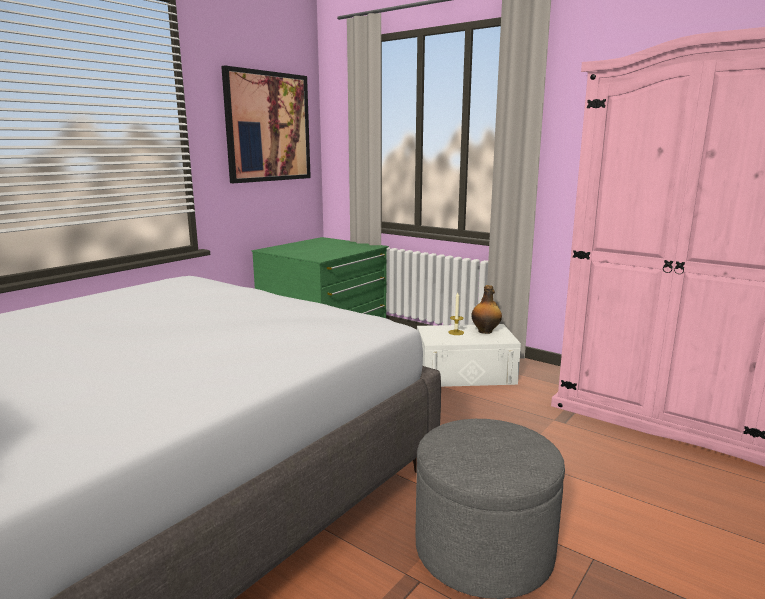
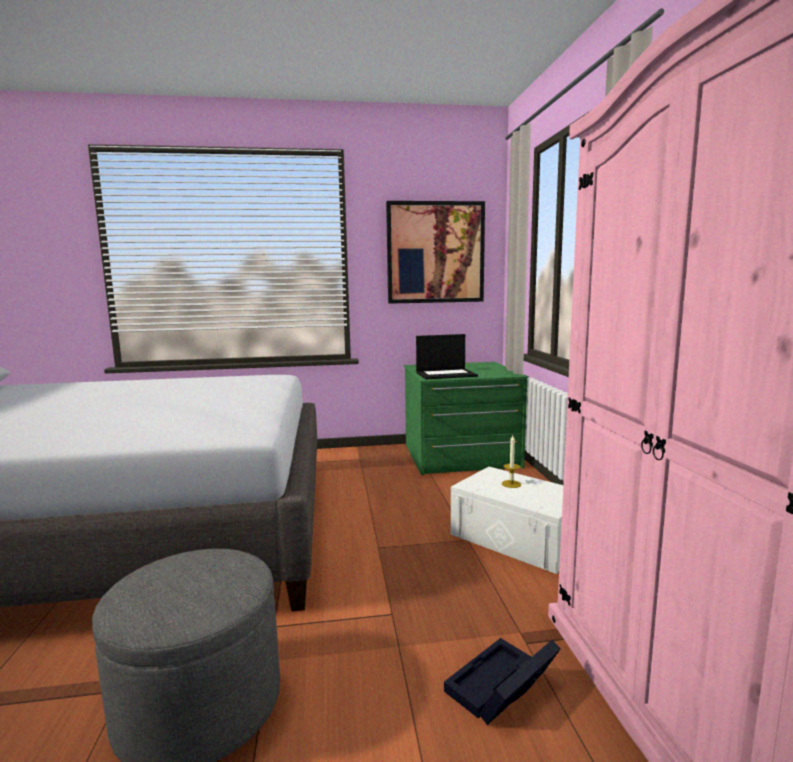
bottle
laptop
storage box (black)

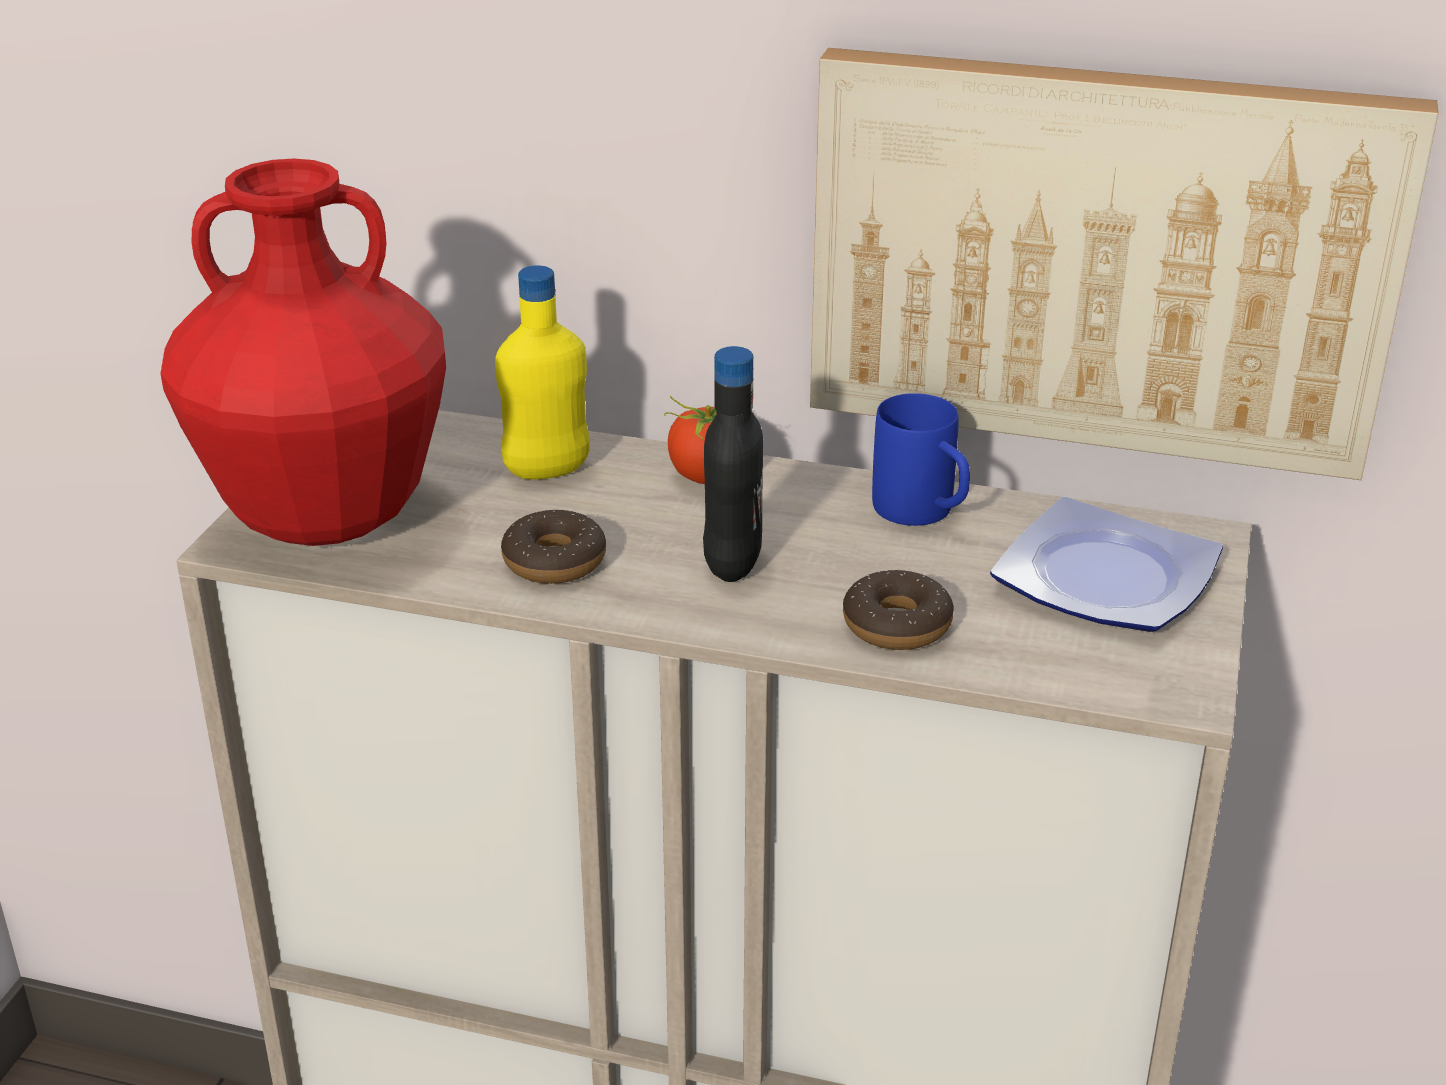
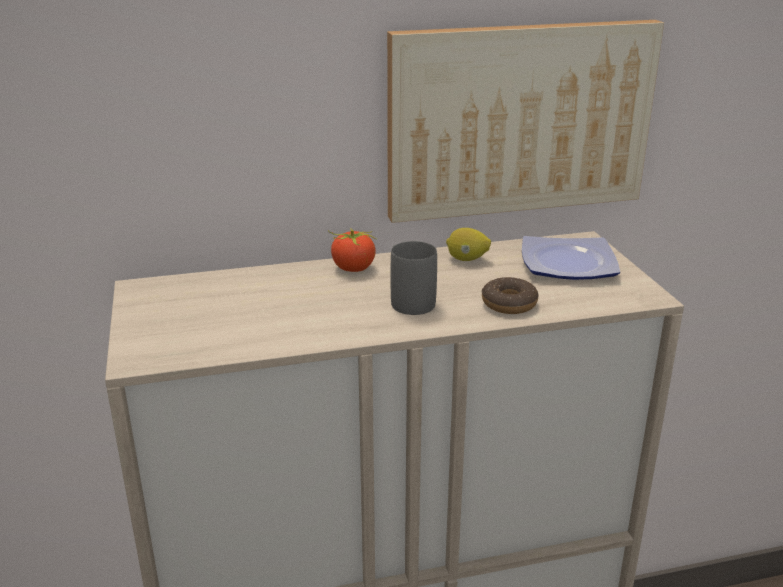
vase (red)
bottle (yellow)
donut (no. 1 from left in the first image)
mug (grey)
lemon

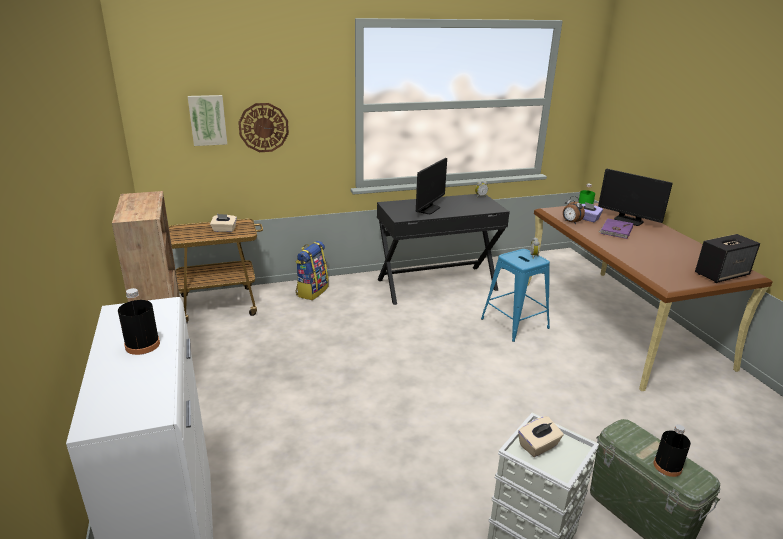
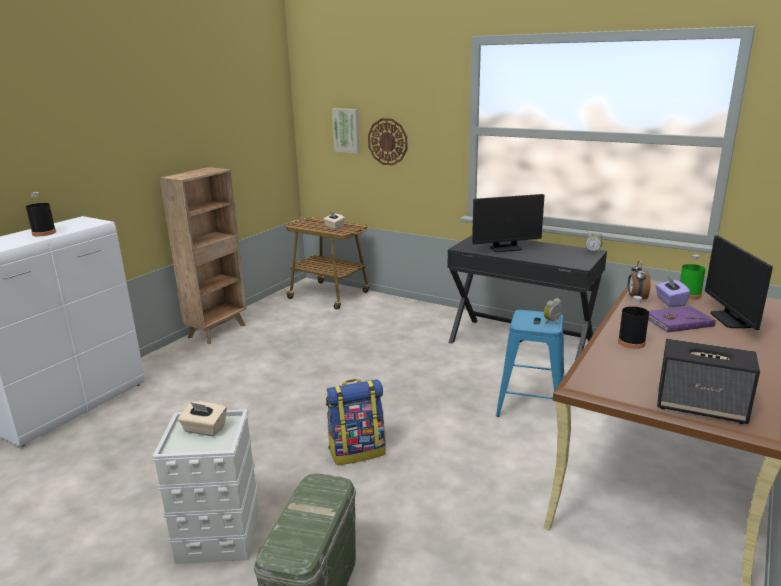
backpack
bottle (black) (no. 2 from left)

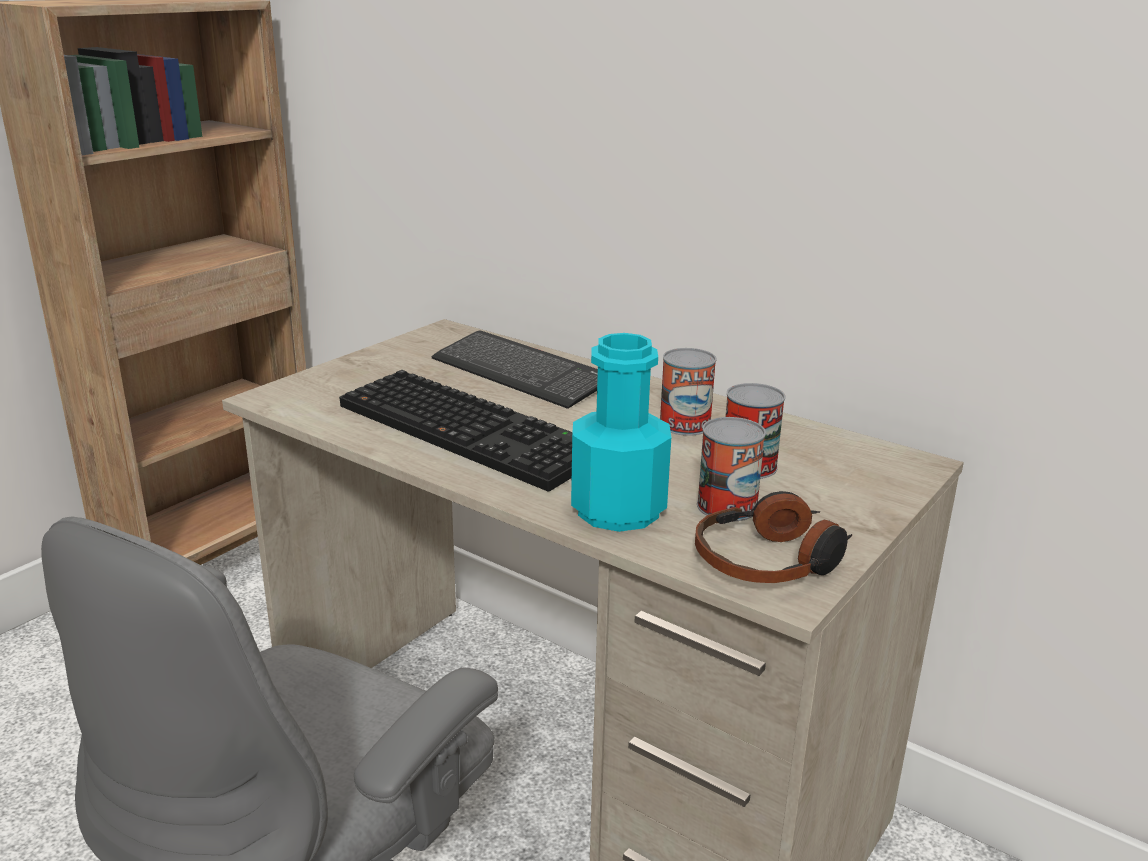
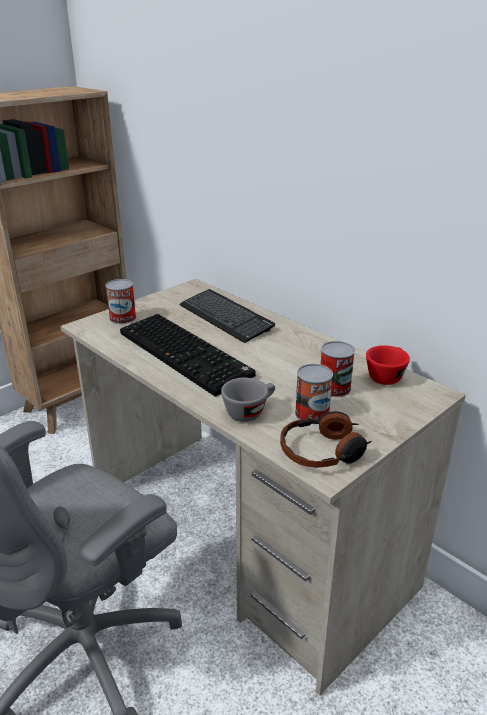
cup (grey)
can (no. 1 from left)
cup (red)

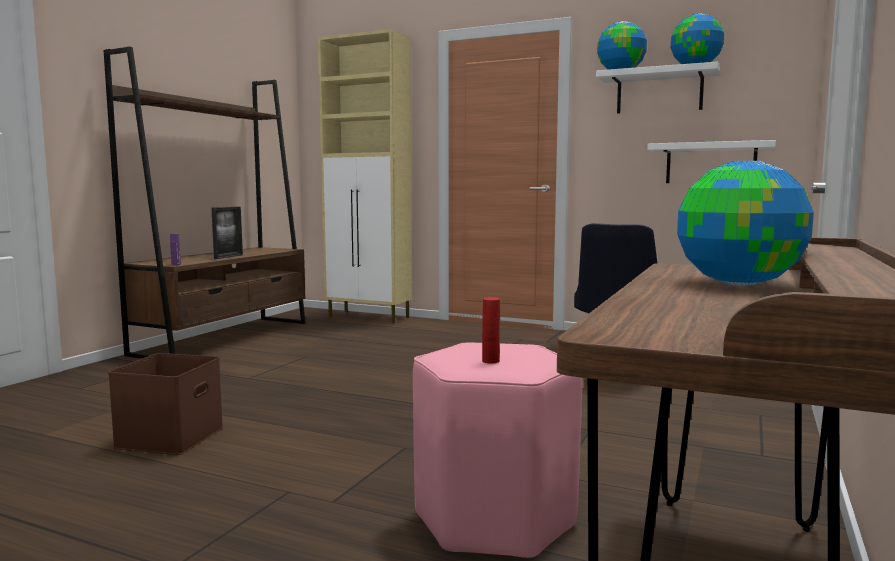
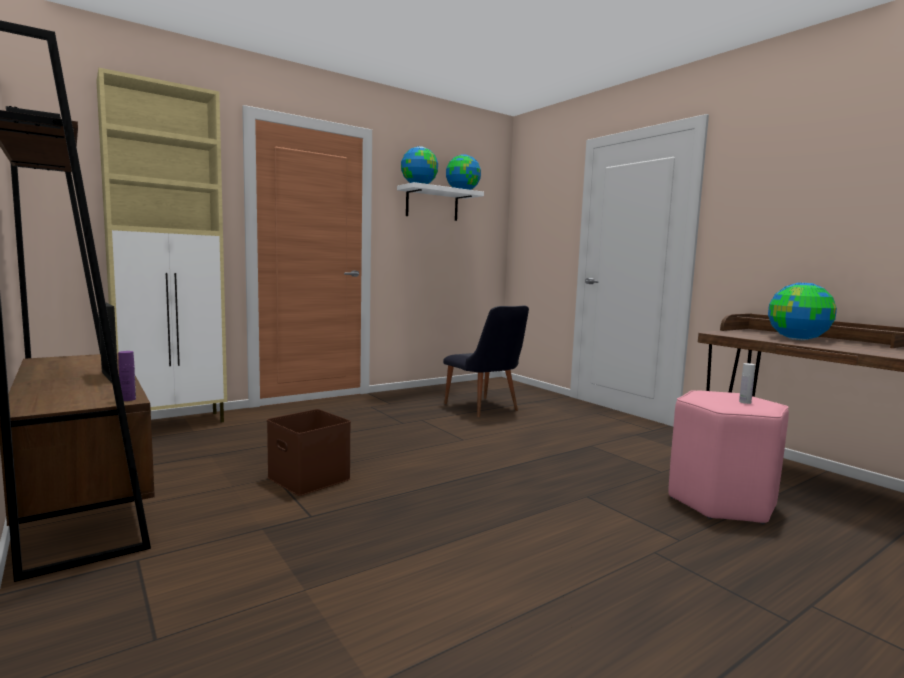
storage box (brown)
bottle (white)
shelf (white) (no. 2 from left in the first image)

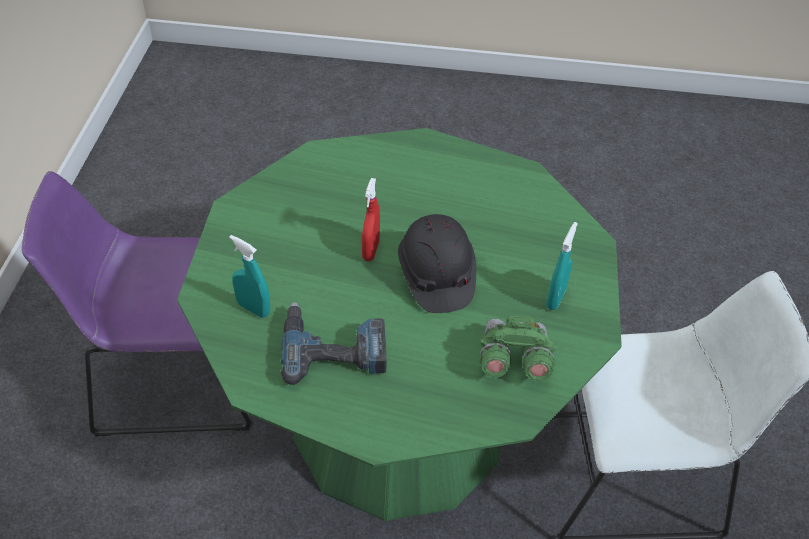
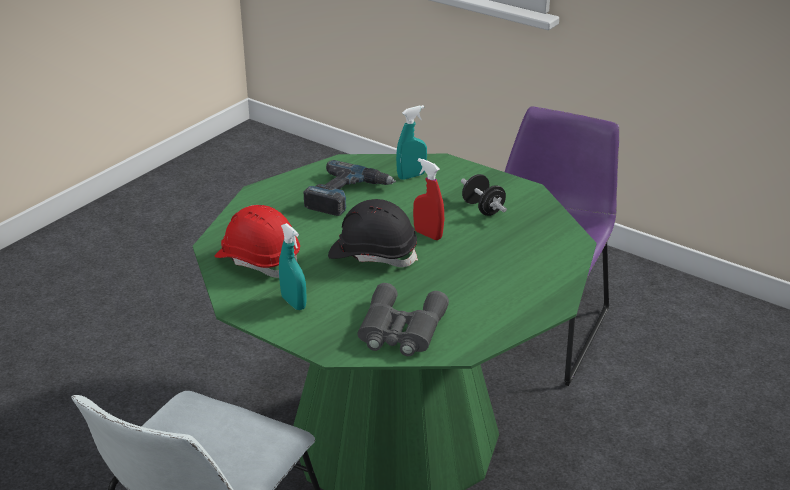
hard hat (red)
binoculars (grey)
dumbbell (black)

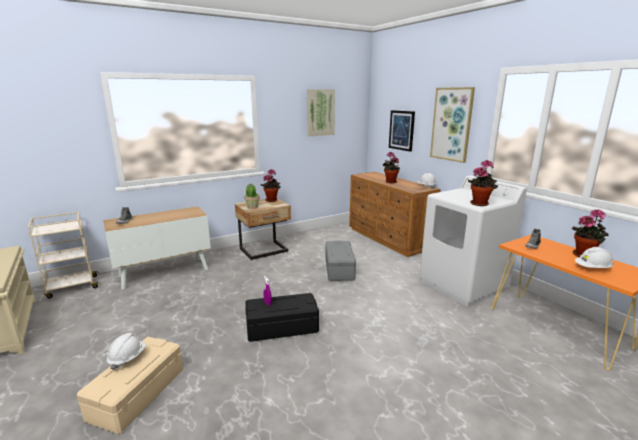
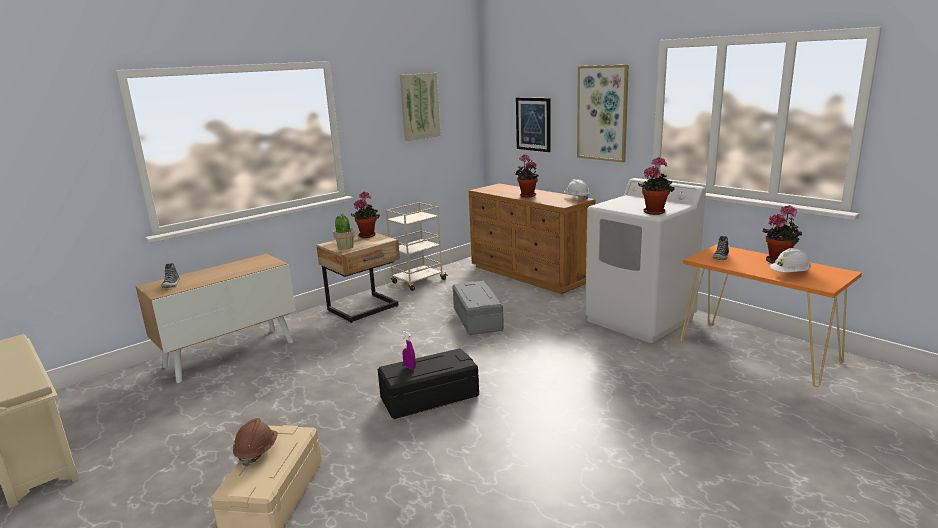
cart (beige)
hard hat (brown)

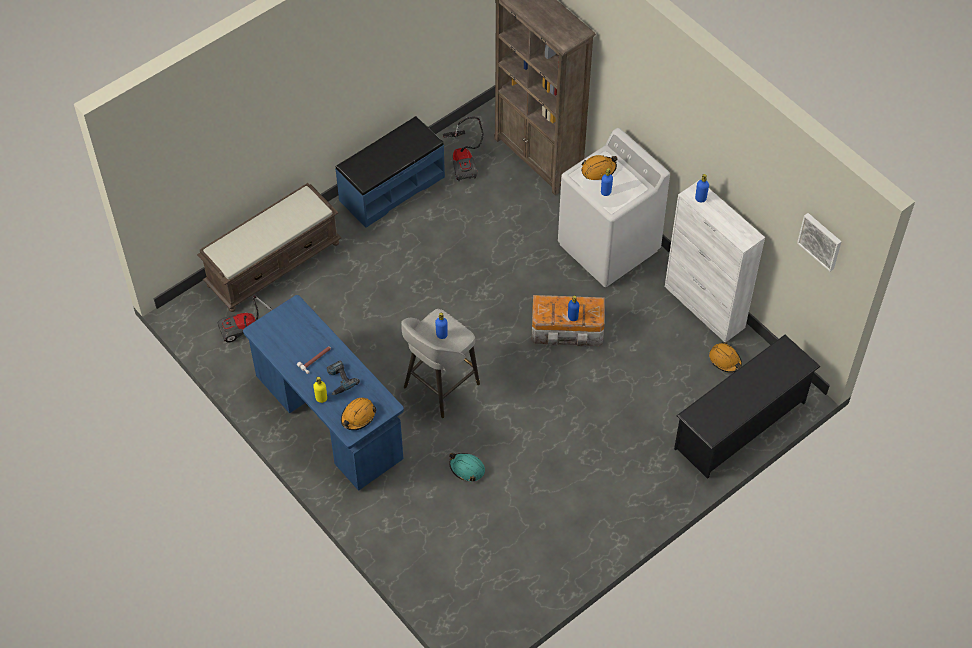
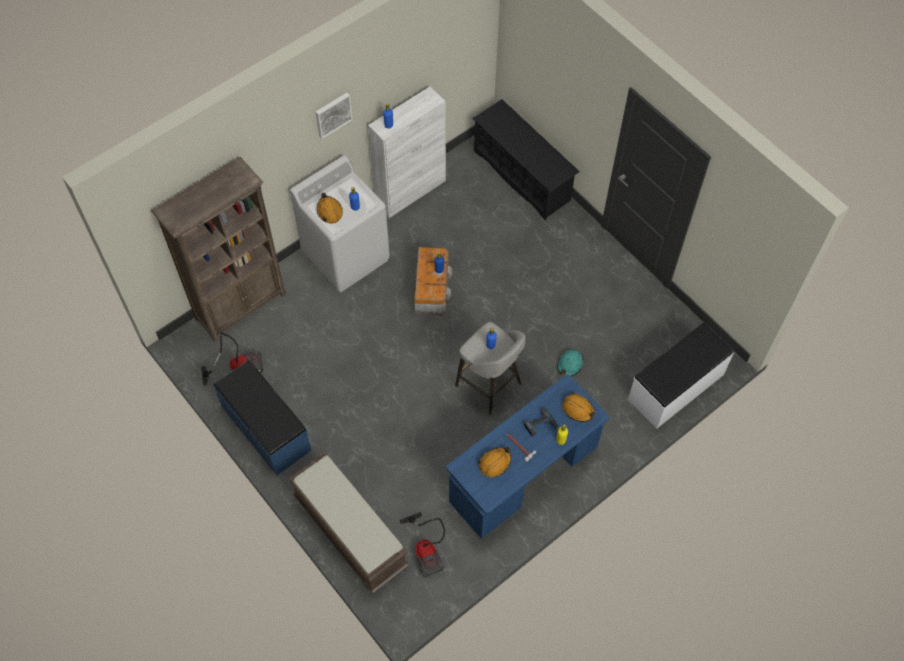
hard hat (orange) (no. 2 from left)
picture
bench (white)

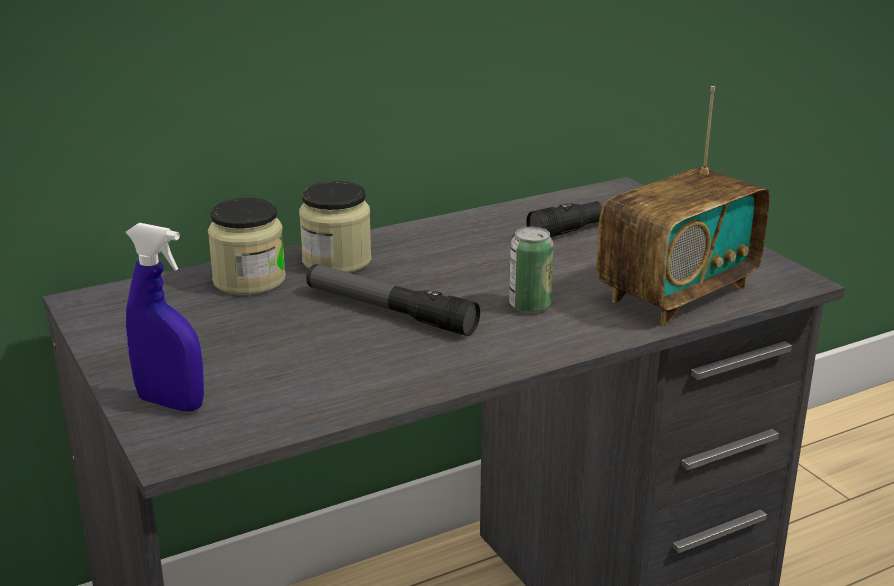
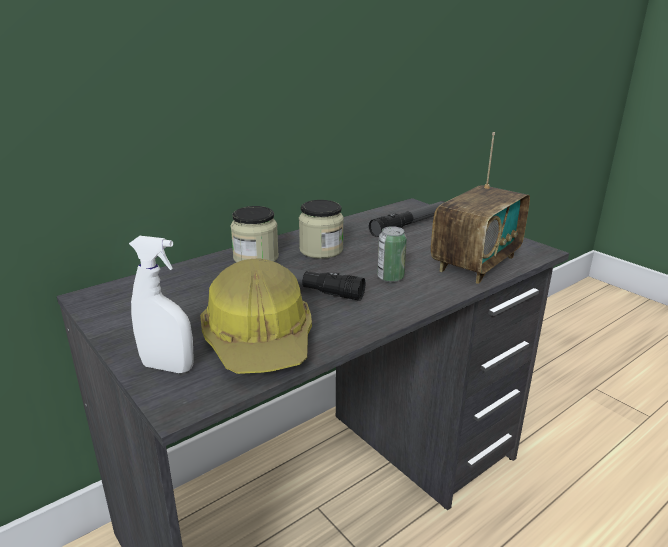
spray bottle (white)
jar (no. 2 from left)
hard hat

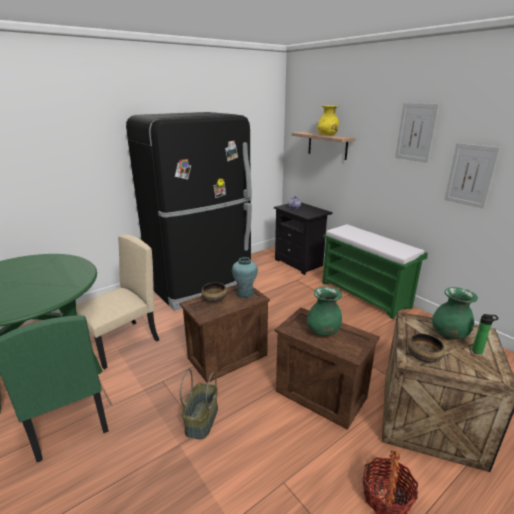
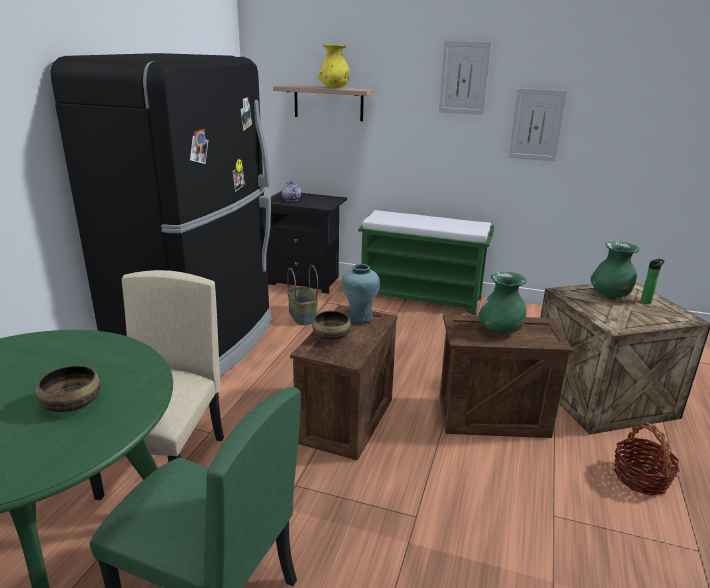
basket (no. 1 from left)
bowl (no. 1 from left)

